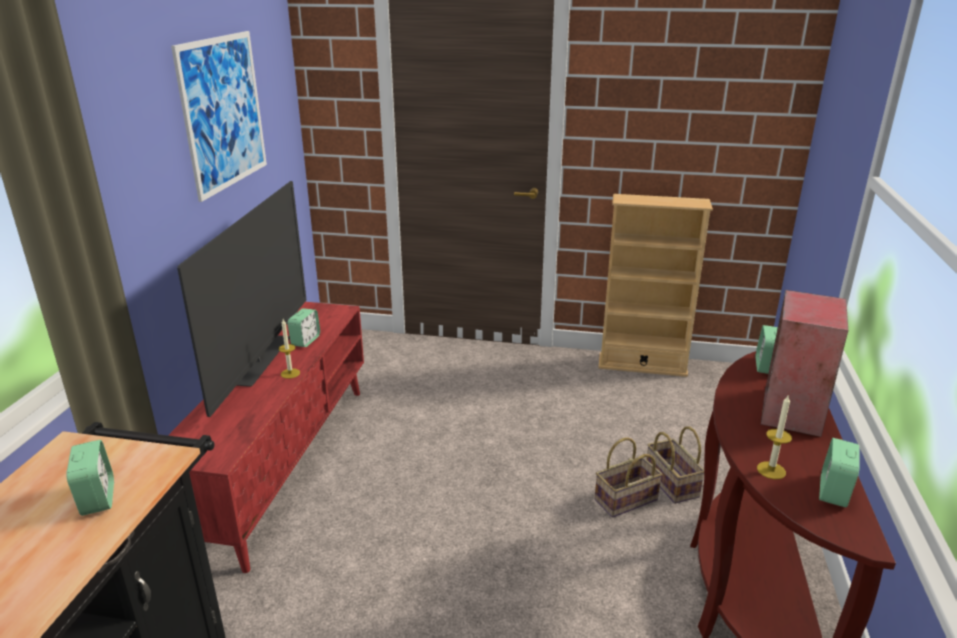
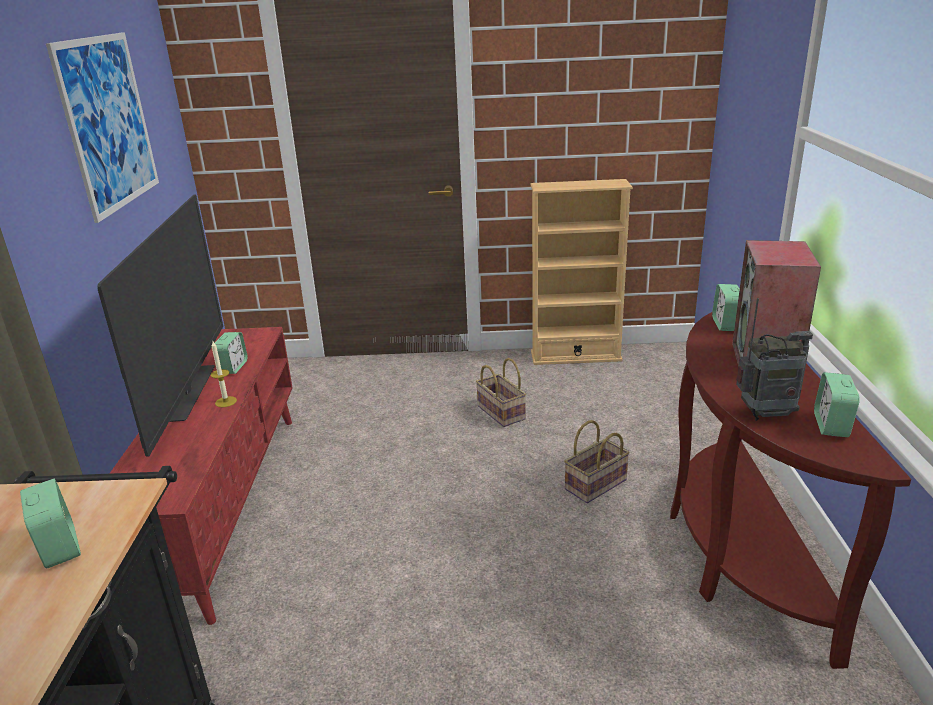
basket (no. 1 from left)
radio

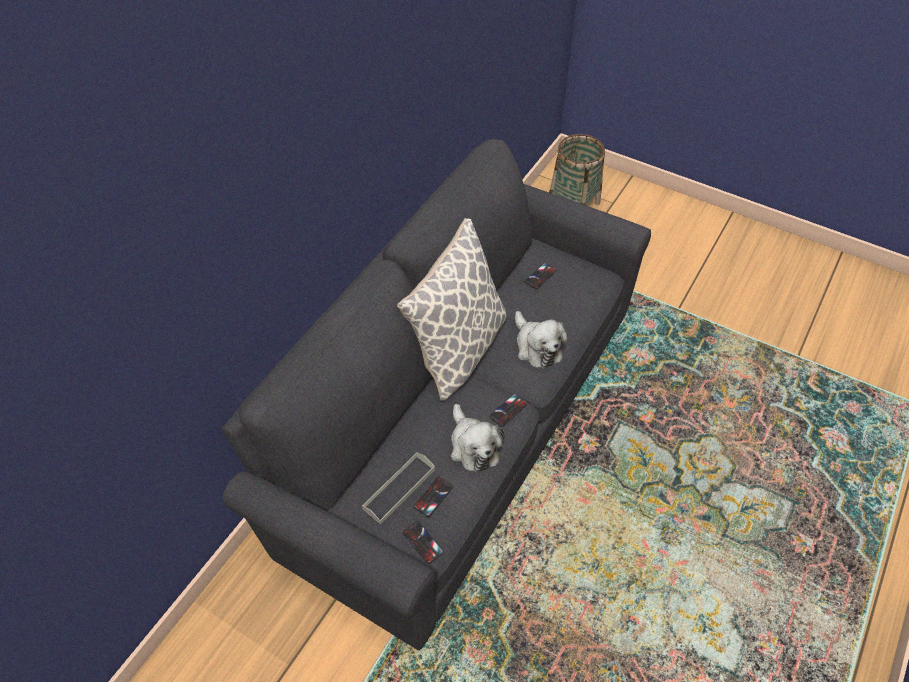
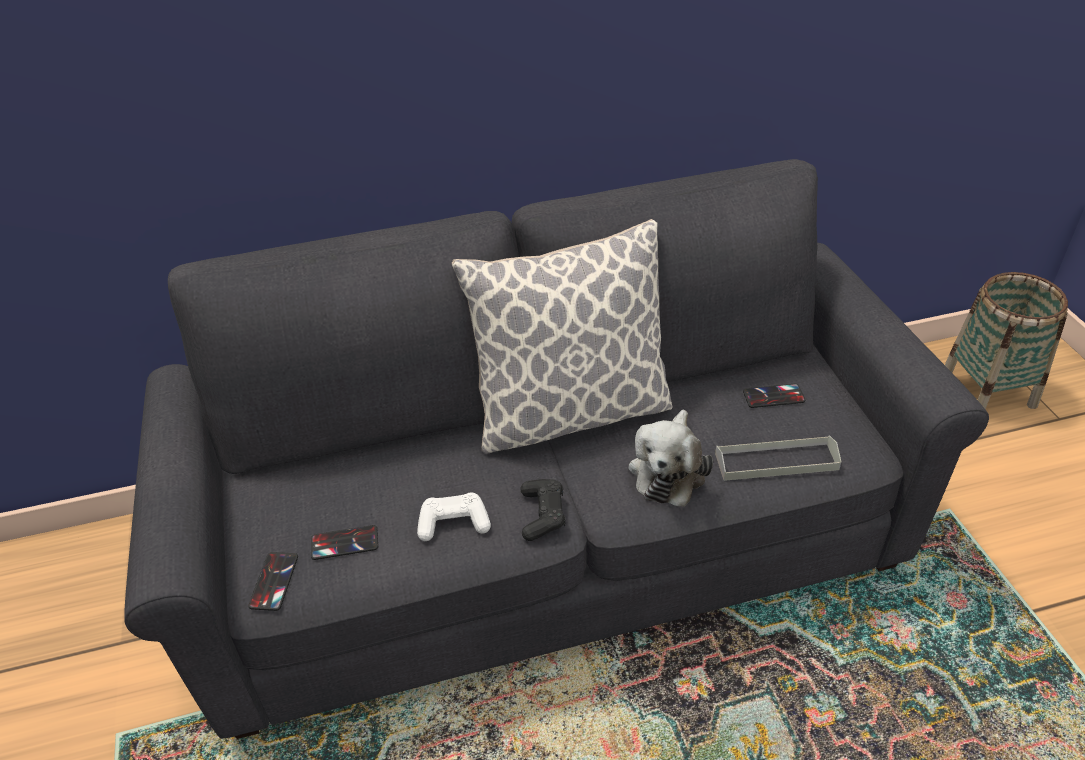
tray (grey)
game controller (white)
game controller (black)

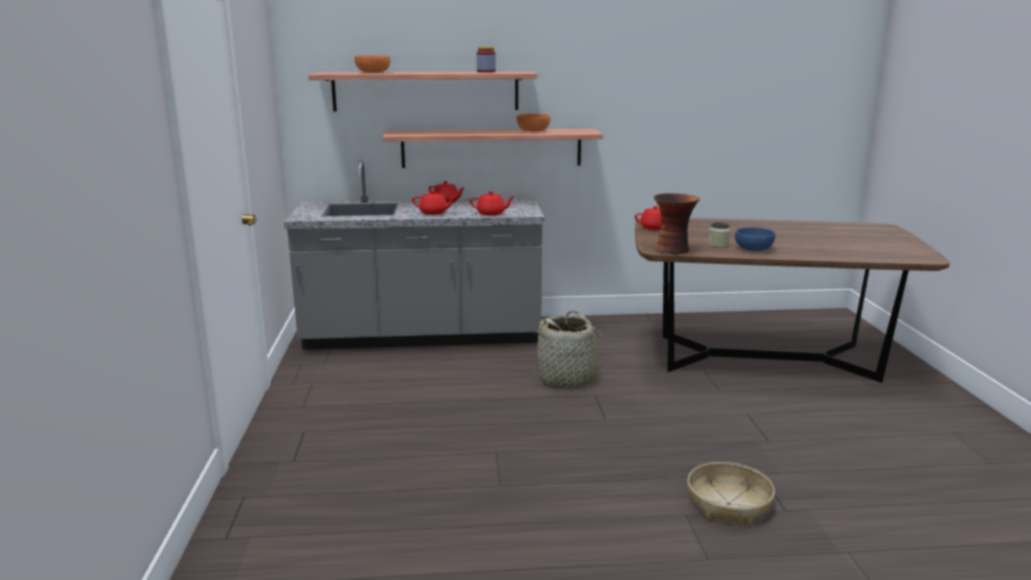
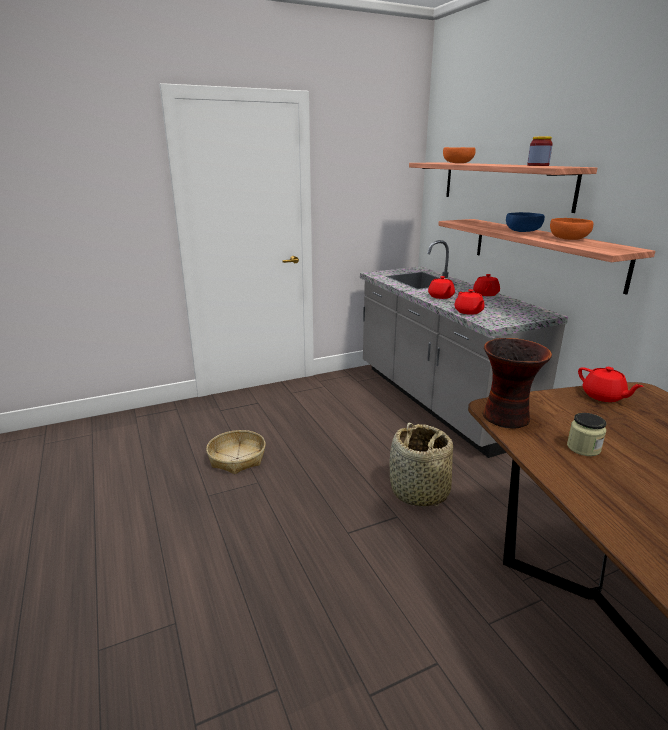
basket (no. 1 from left)
bowl (blue)

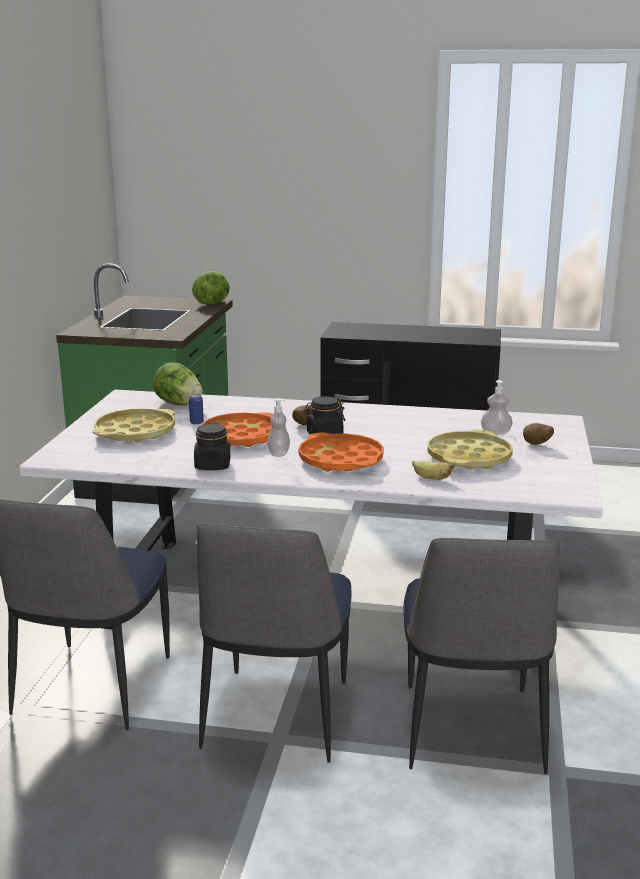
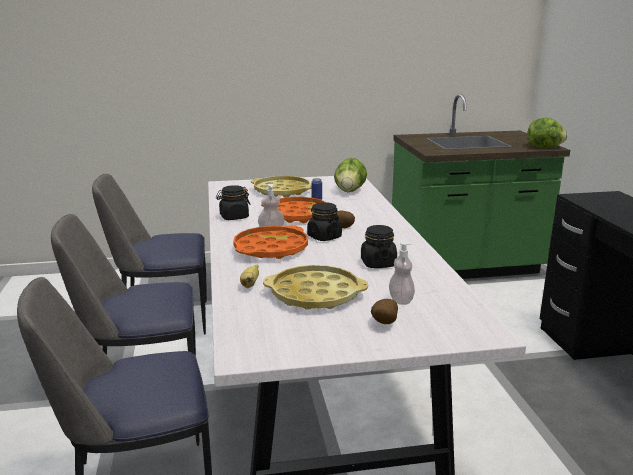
jar (black) (no. 3 from left)

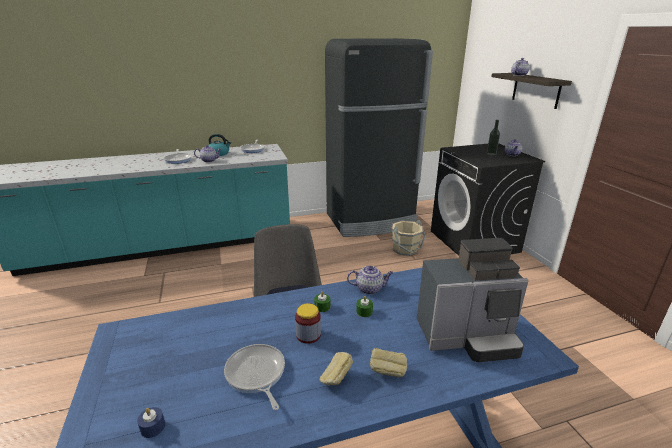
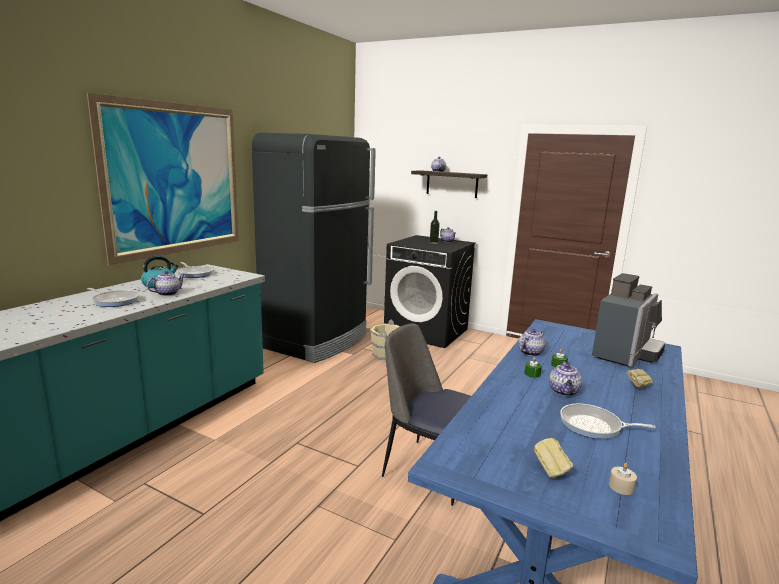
candle (beige)
teapot (no. 5 from left)
bread (no. 1 from left)
picture

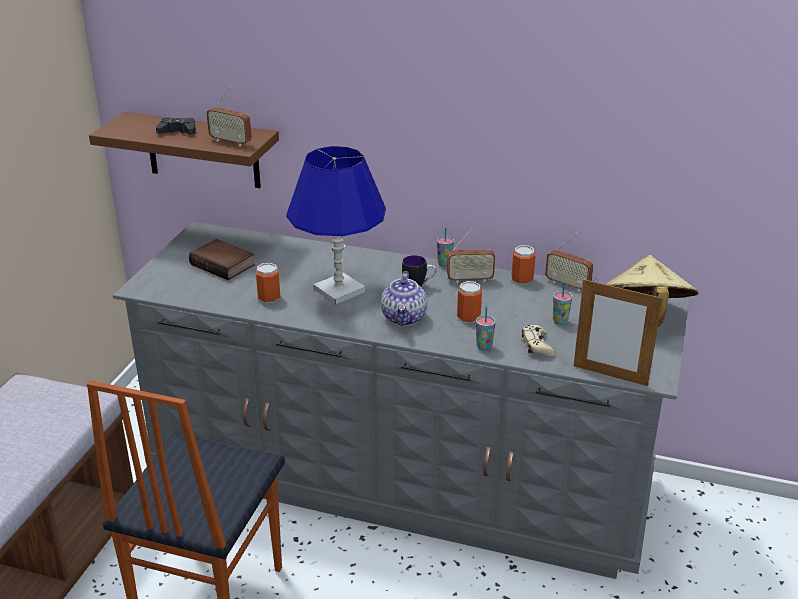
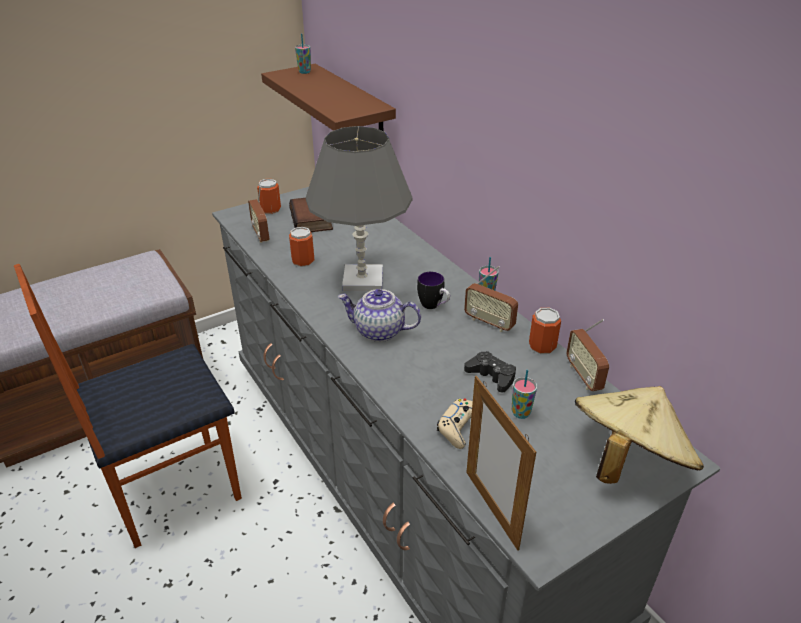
game controller (black)
radio (no. 1 from left)
table lamp (grey)
teapot
can (no. 1 from left)
cup (no. 1 from left)

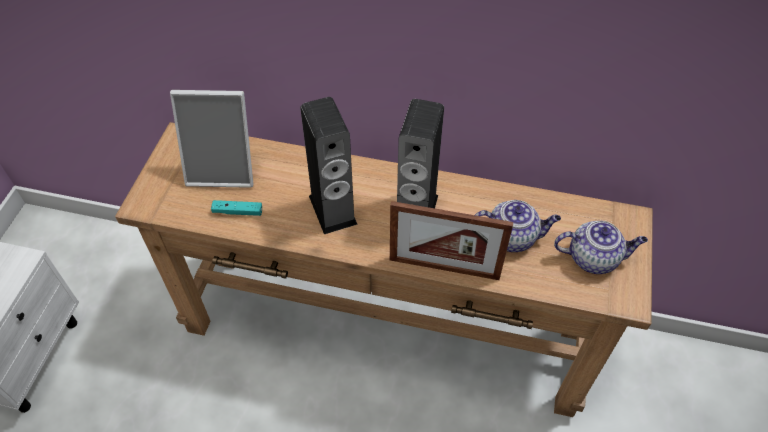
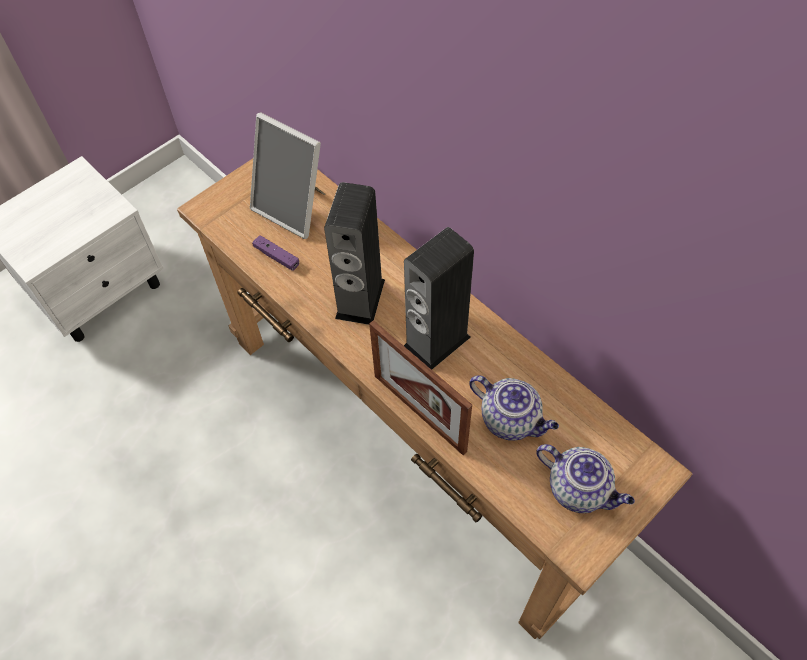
game controller (purple)

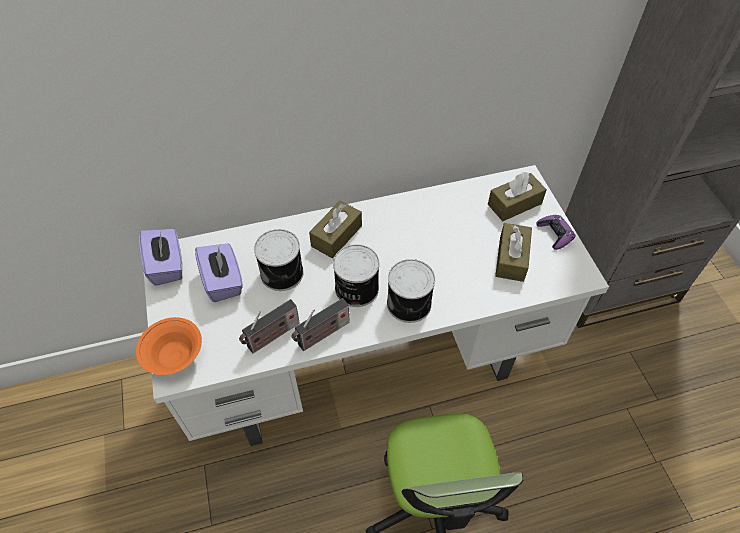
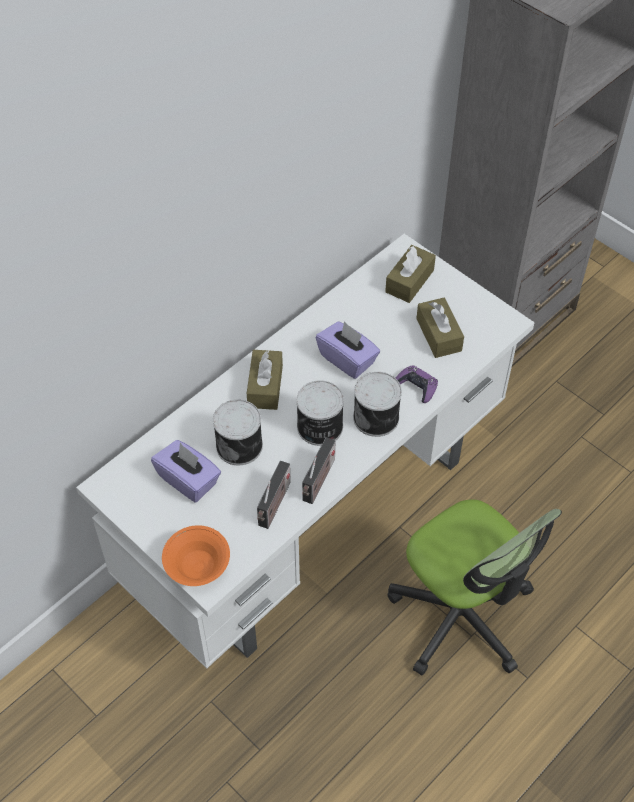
tissue box (purple) (no. 2 from left)
game controller (purple)

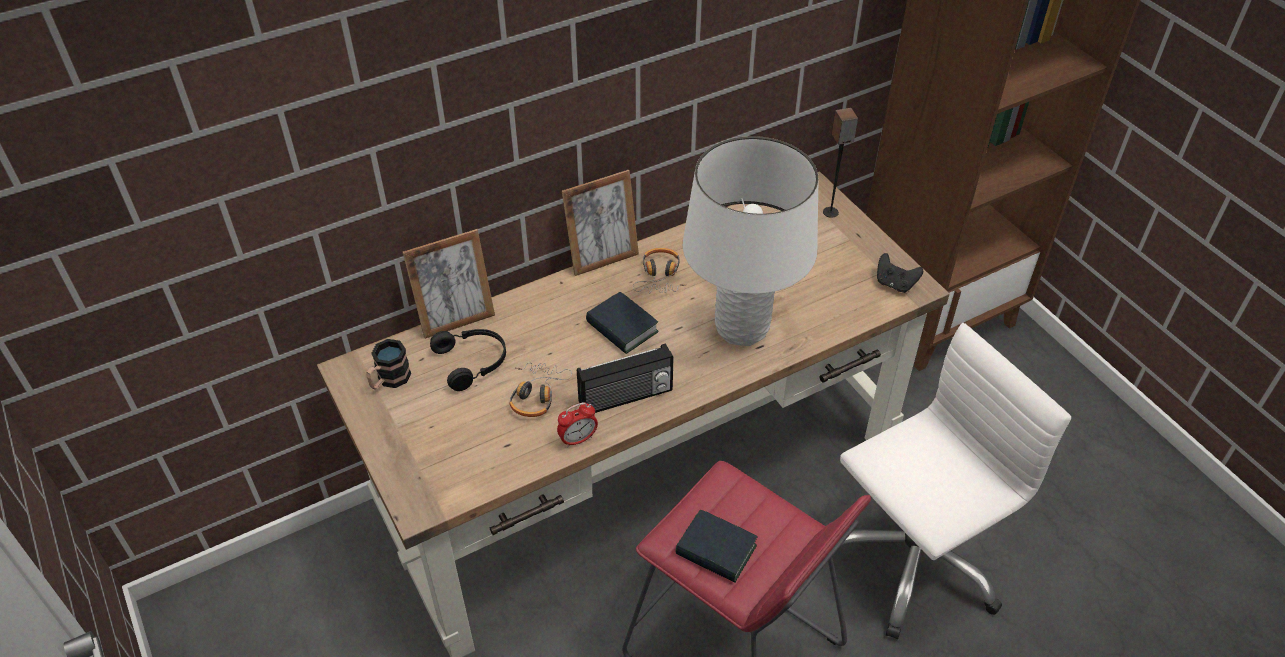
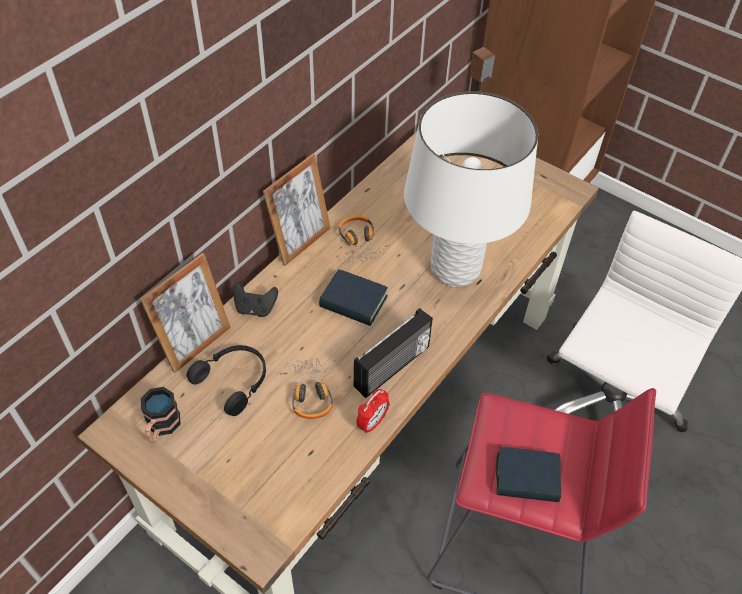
game controller (black)

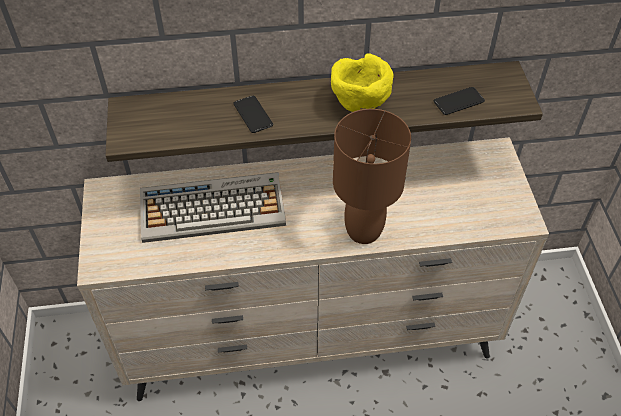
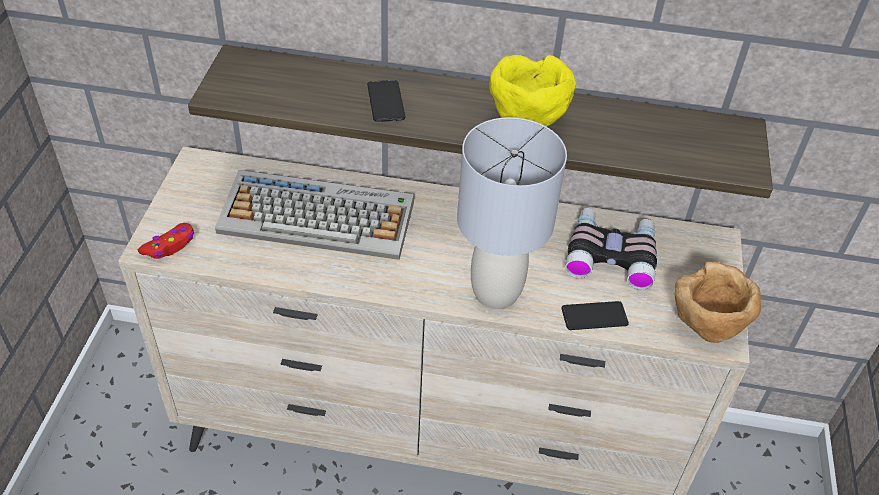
table lamp (grey)
phone (no. 2 from left)
game controller (red)
binoculars
bowl (brown)

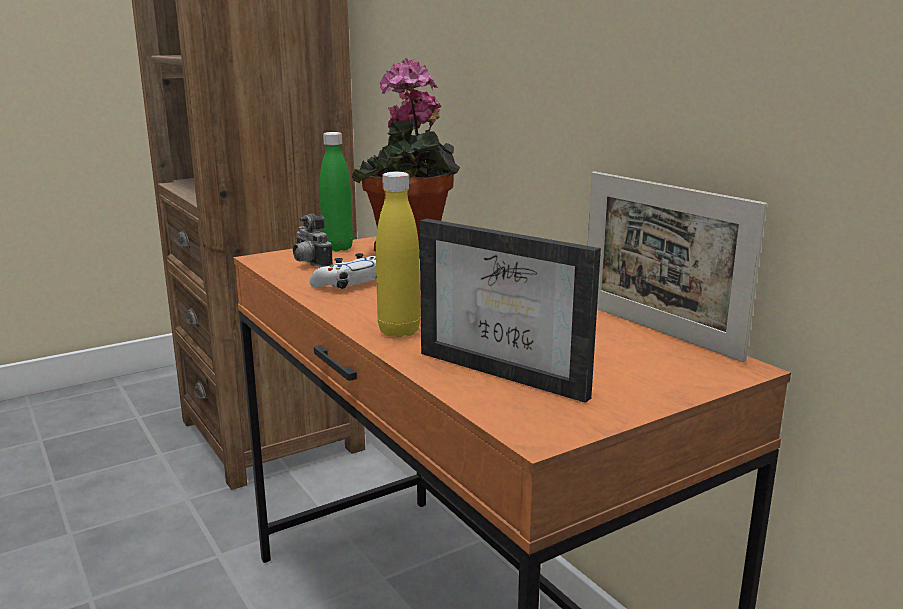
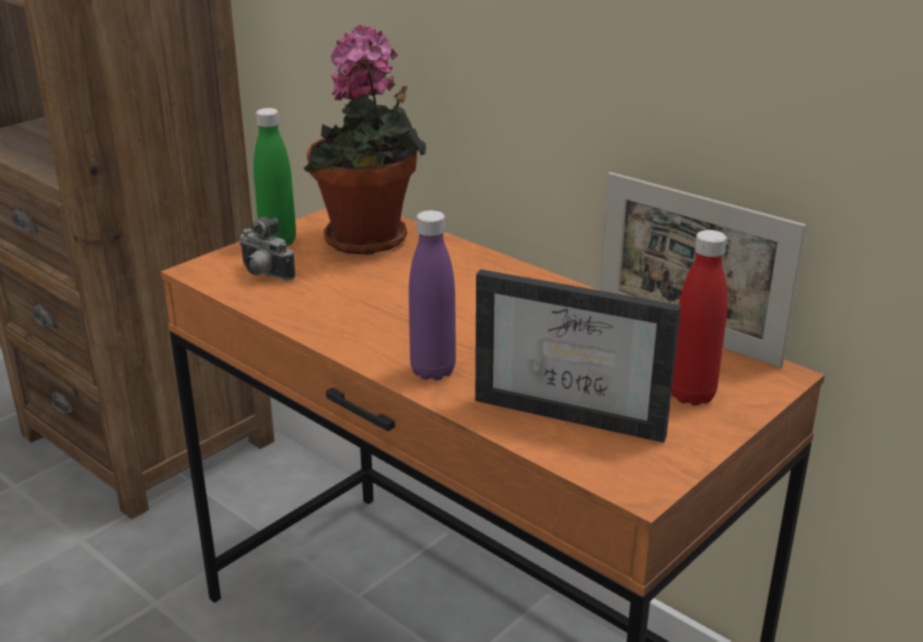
game controller (white)
bottle (purple)
bottle (red)

